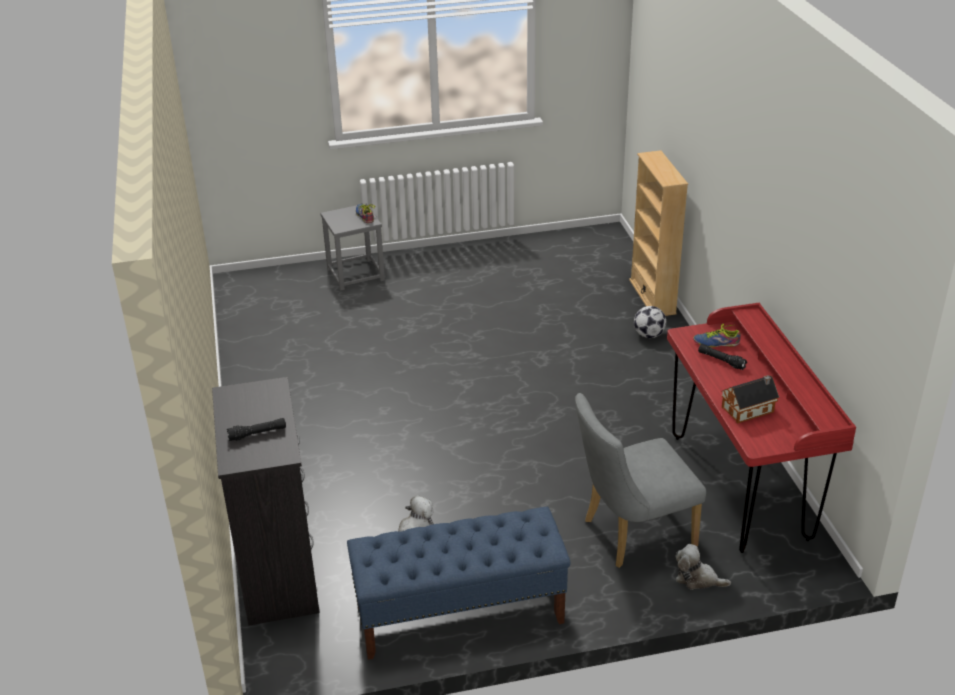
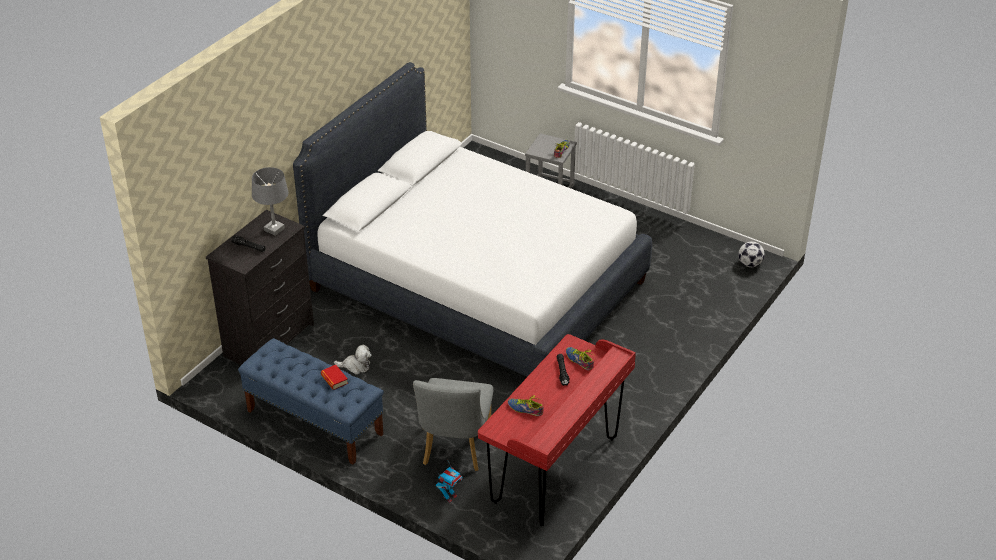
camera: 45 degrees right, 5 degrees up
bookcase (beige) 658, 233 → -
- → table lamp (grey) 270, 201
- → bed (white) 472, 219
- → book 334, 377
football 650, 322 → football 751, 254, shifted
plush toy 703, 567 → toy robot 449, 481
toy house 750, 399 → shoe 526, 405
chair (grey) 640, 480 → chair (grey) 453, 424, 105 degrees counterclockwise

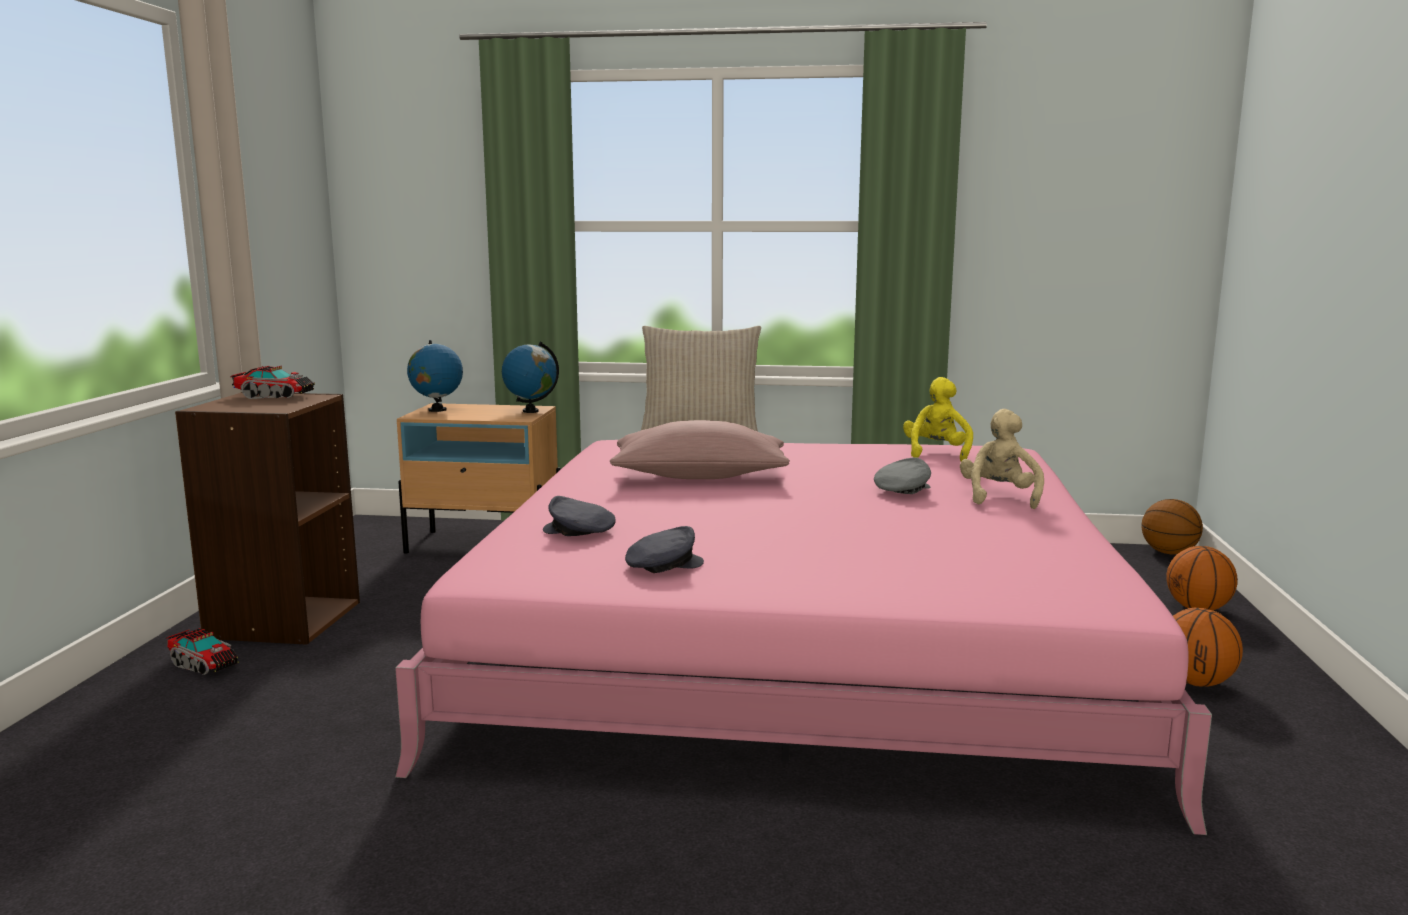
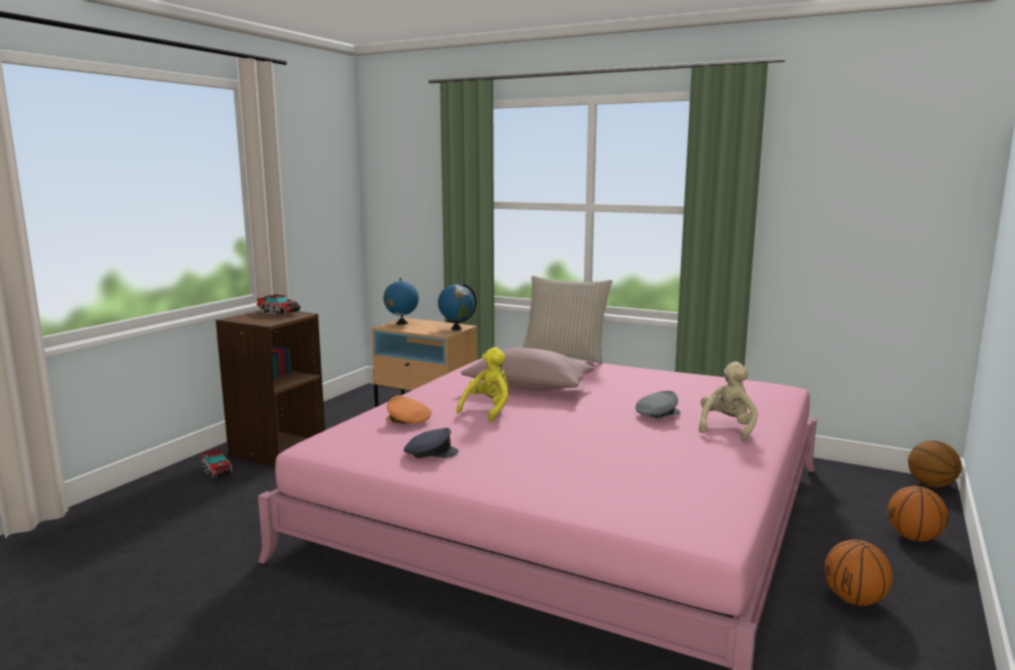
camera: 20 degrees right, 0 degrees up
plush toy (yellow) 938, 419 → plush toy (yellow) 482, 384, shifted
cap (grey) 579, 516 → cap (orange) 409, 409

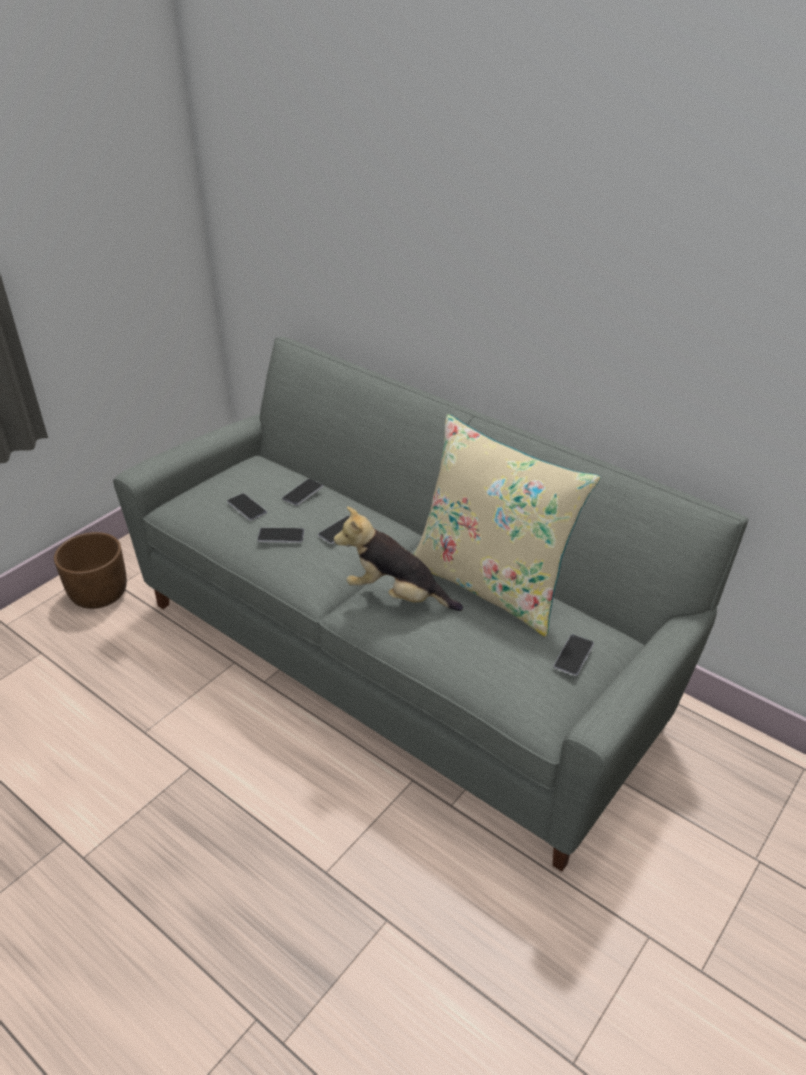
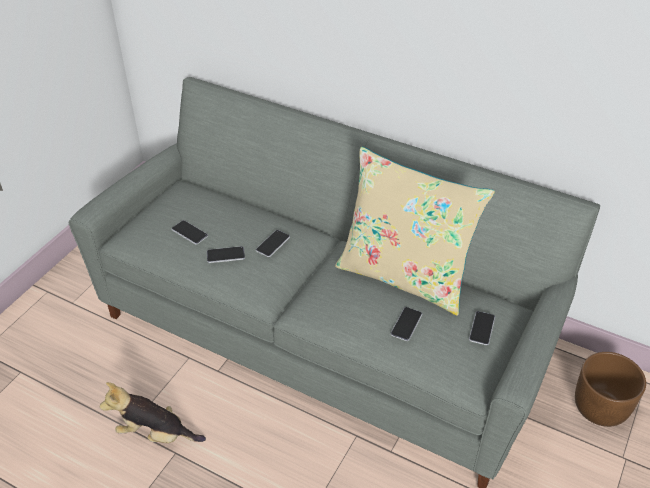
camera: 10 degrees left, 5 degrees up
planter (brown) 90, 570 → planter (brown) 610, 389, shifted
phone 302, 492 → phone 406, 324, shifted
plush toy 398, 558 → plush toy 153, 412, shifted

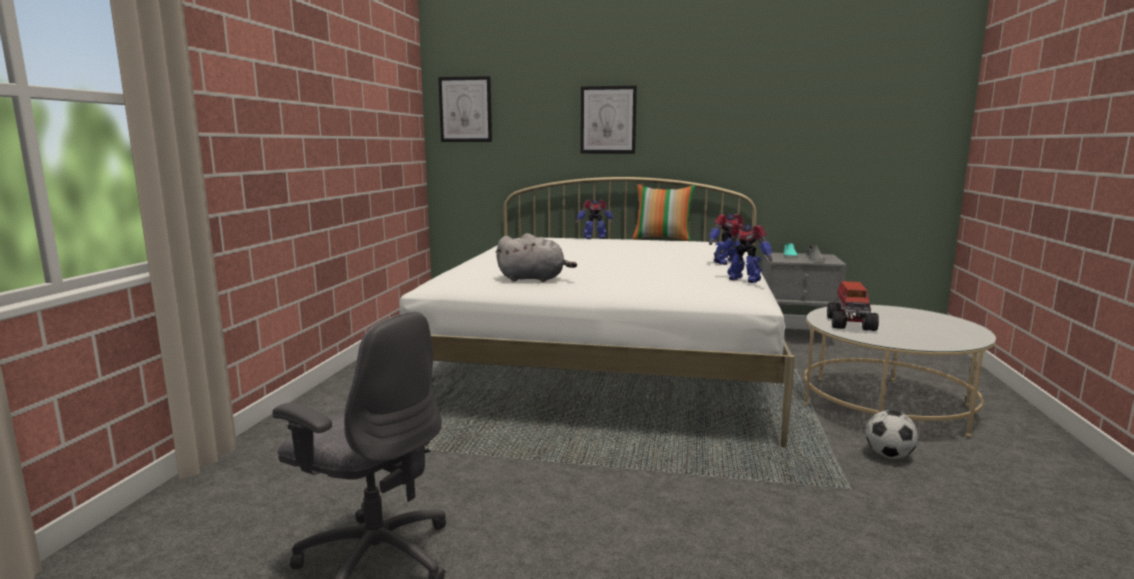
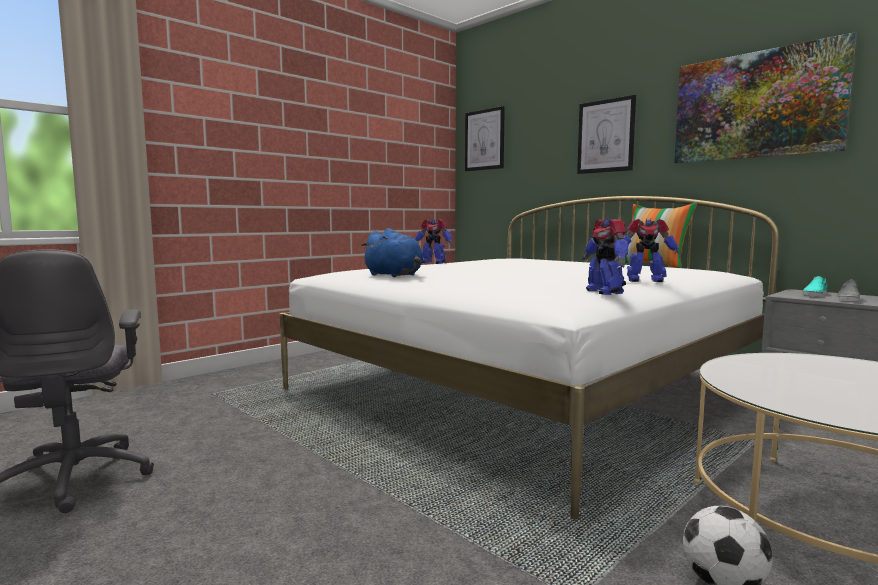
camera: 35 degrees right, 5 degrees down
toy truck 853, 306 → -
- → picture 765, 97
toy robot 595, 219 → toy robot 434, 241, shifted
plush toy (grey) 536, 257 → plush toy (blue) 392, 252

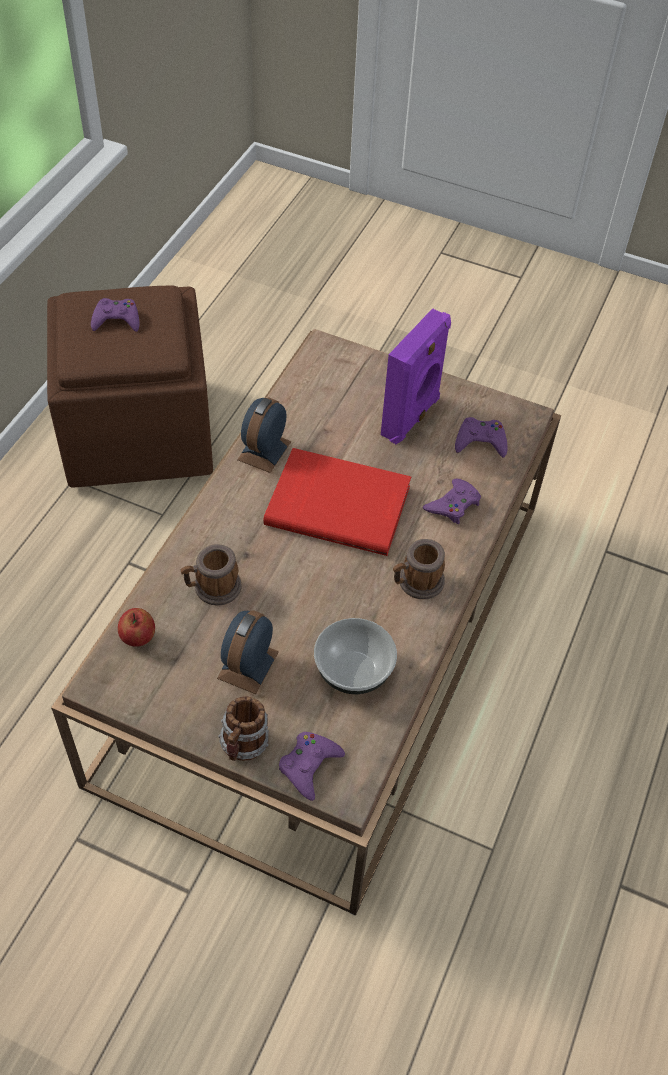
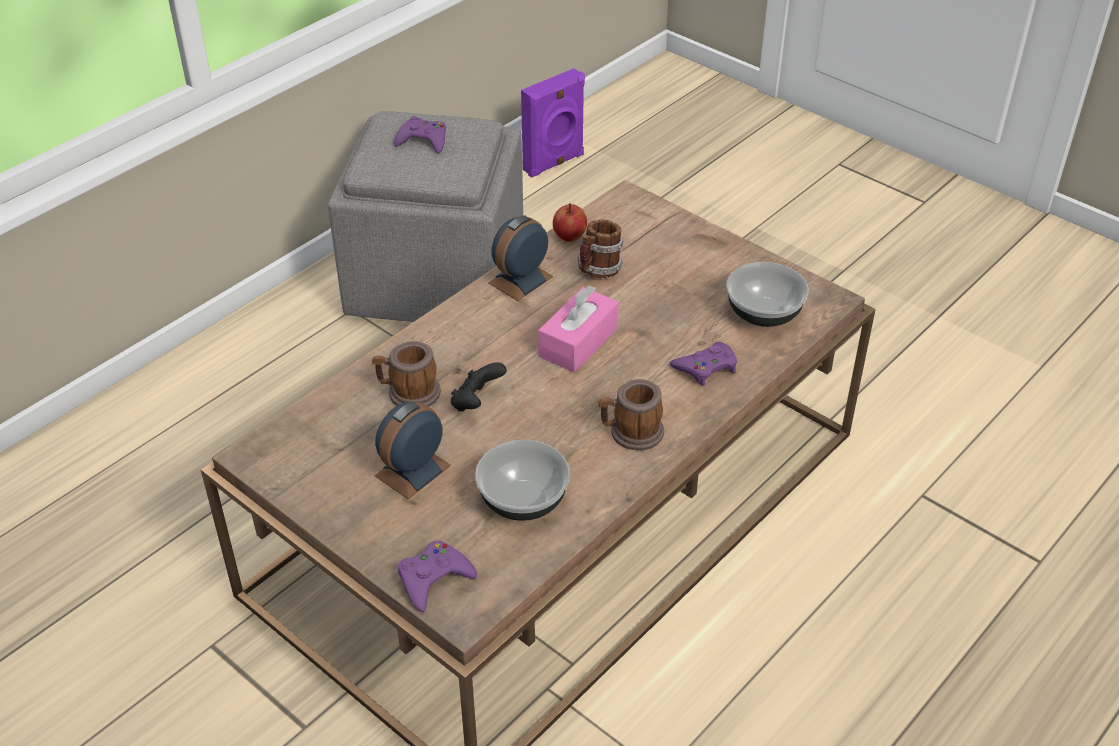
camera: 20 degrees right, 10 degrees down
- → game controller (black) 479, 387
apple 136, 627 → apple 570, 222, shifted
mug 243, 728 → mug 600, 249, shifted
speaker (purple) 416, 376 → speaker (purple) 553, 123, shifted
book (red) 337, 502 → tissue box (pink) 578, 329
game controller (purple) 481, 437 → bowl 767, 294
ottoman (brown) 130, 387 → ottoman (grey) 425, 216

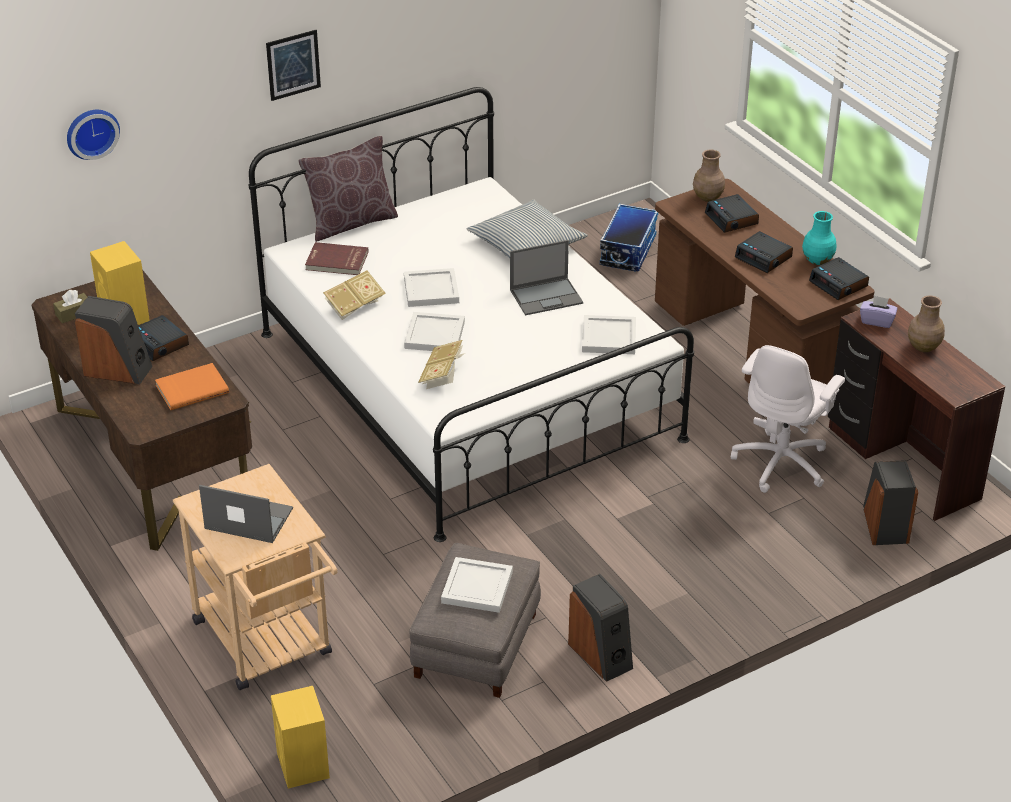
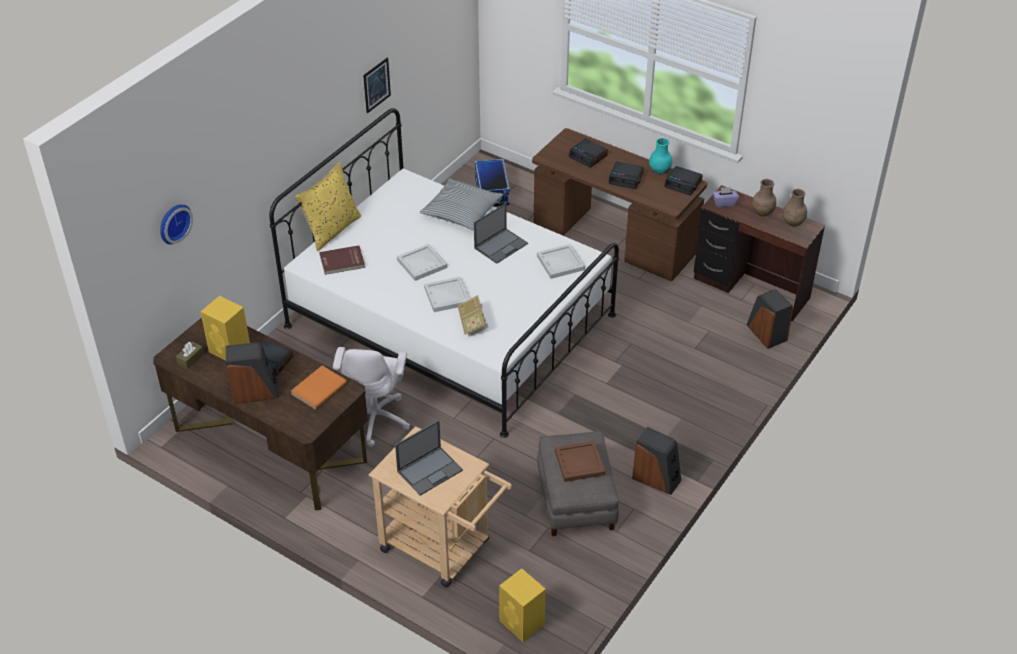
camera: 25 degrees left, 5 degrees up
book 354, 295 → -
picture 293, 65 → picture 377, 85, shifted
vase (brown) 709, 176 → vase (brown) 794, 208, shifted
office chair (white) 788, 419 → office chair (white) 371, 397, shifted
pillow (brown) 348, 189 → pillow (yellow) 328, 206
tray (white) 477, 585 → tray (brown) 580, 461
laptop 246, 514 → laptop 429, 458, 150 degrees clockwise

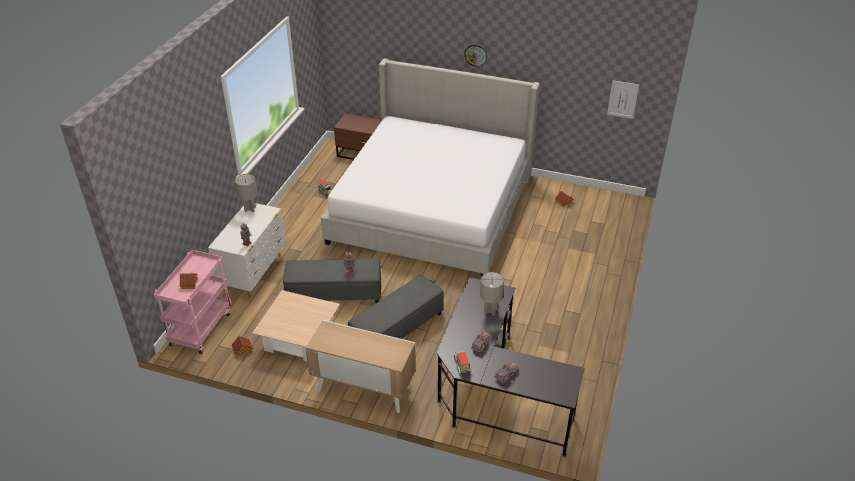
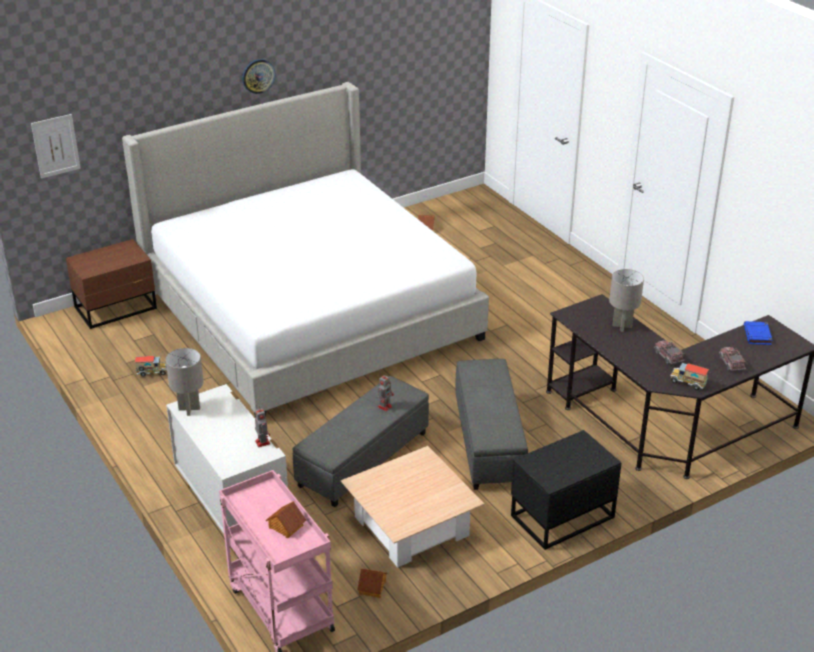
camera: 50 degrees left, 5 degrees down
- → book (blue) 758, 333
picture 623, 100 → picture 56, 146, shifted
cabinet 361, 366 → nightstand (black) 566, 490

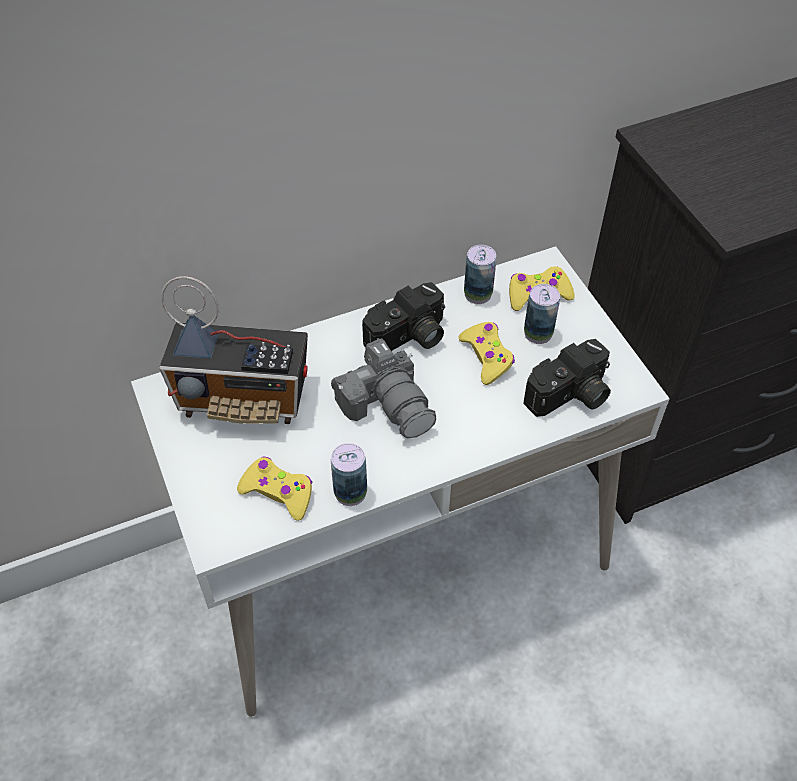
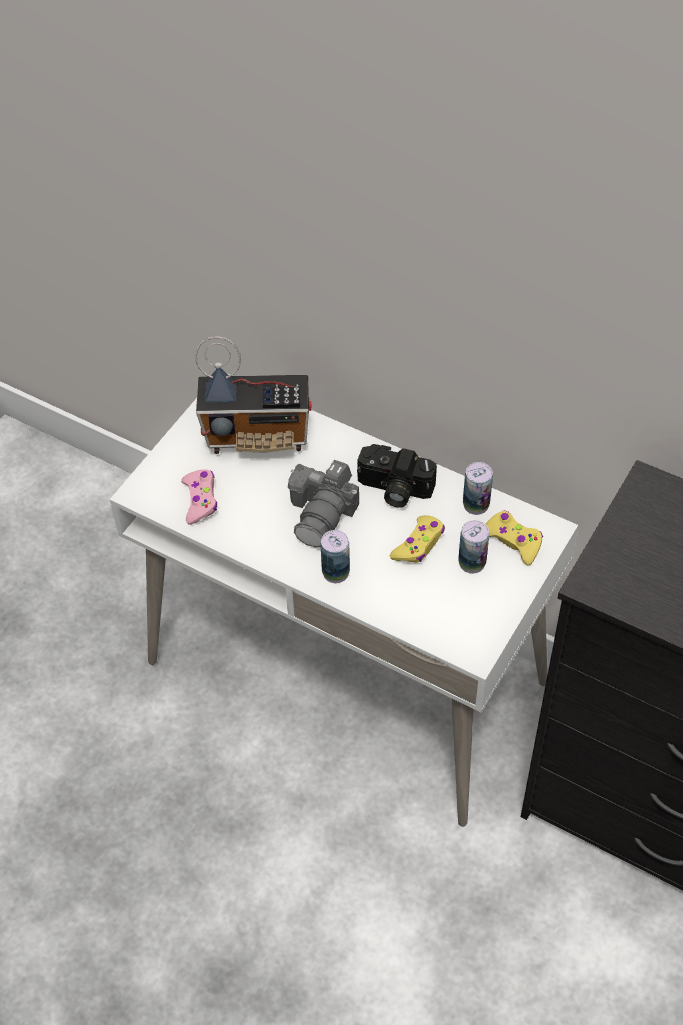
camera: 55 degrees right, 0 degrees up
photo camera 567, 378 → -
can 349, 474 → can 335, 556, shifted
game controller (yellow) 274, 489 → game controller (pink) 199, 497
radio 233, 350 → radio 253, 395, 60 degrees counterclockwise

